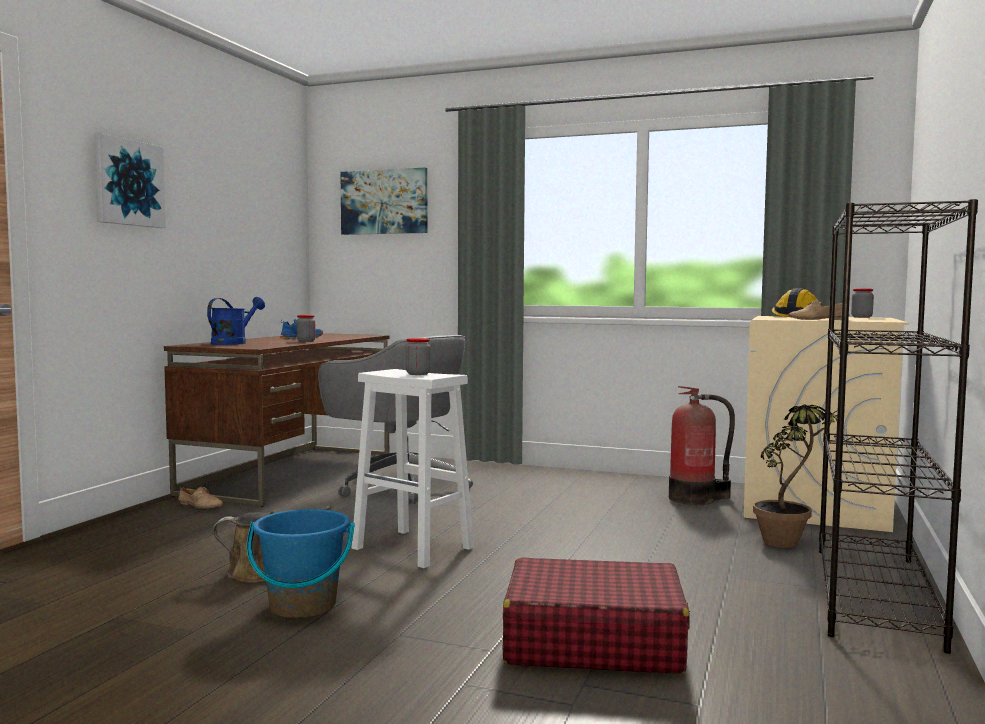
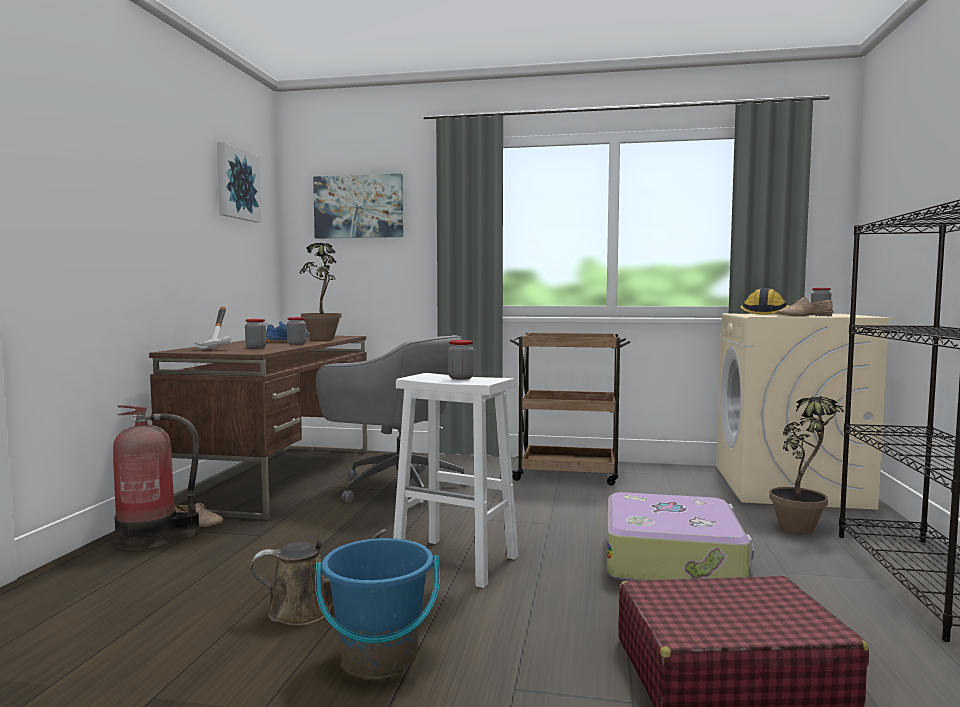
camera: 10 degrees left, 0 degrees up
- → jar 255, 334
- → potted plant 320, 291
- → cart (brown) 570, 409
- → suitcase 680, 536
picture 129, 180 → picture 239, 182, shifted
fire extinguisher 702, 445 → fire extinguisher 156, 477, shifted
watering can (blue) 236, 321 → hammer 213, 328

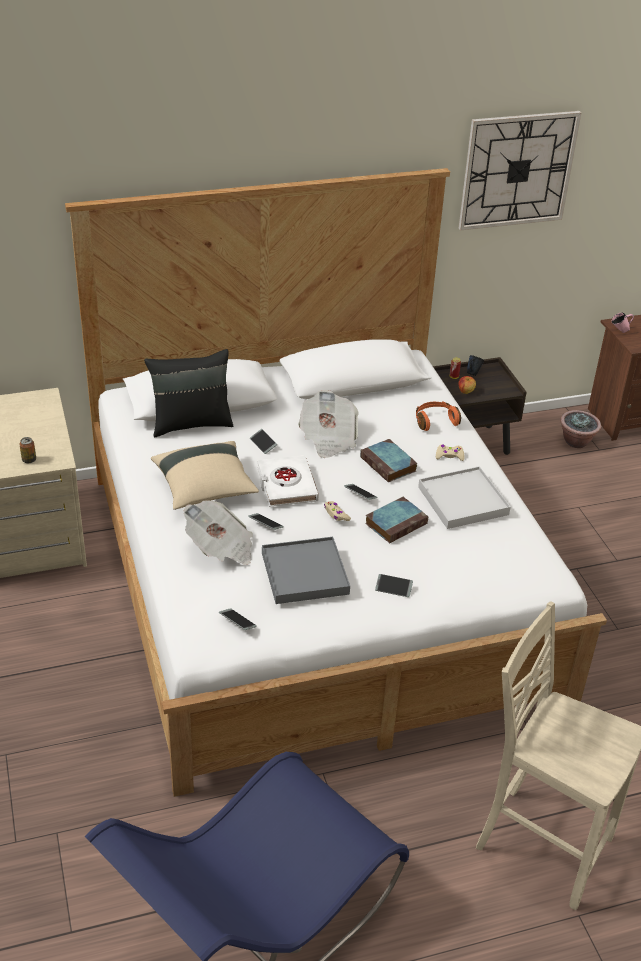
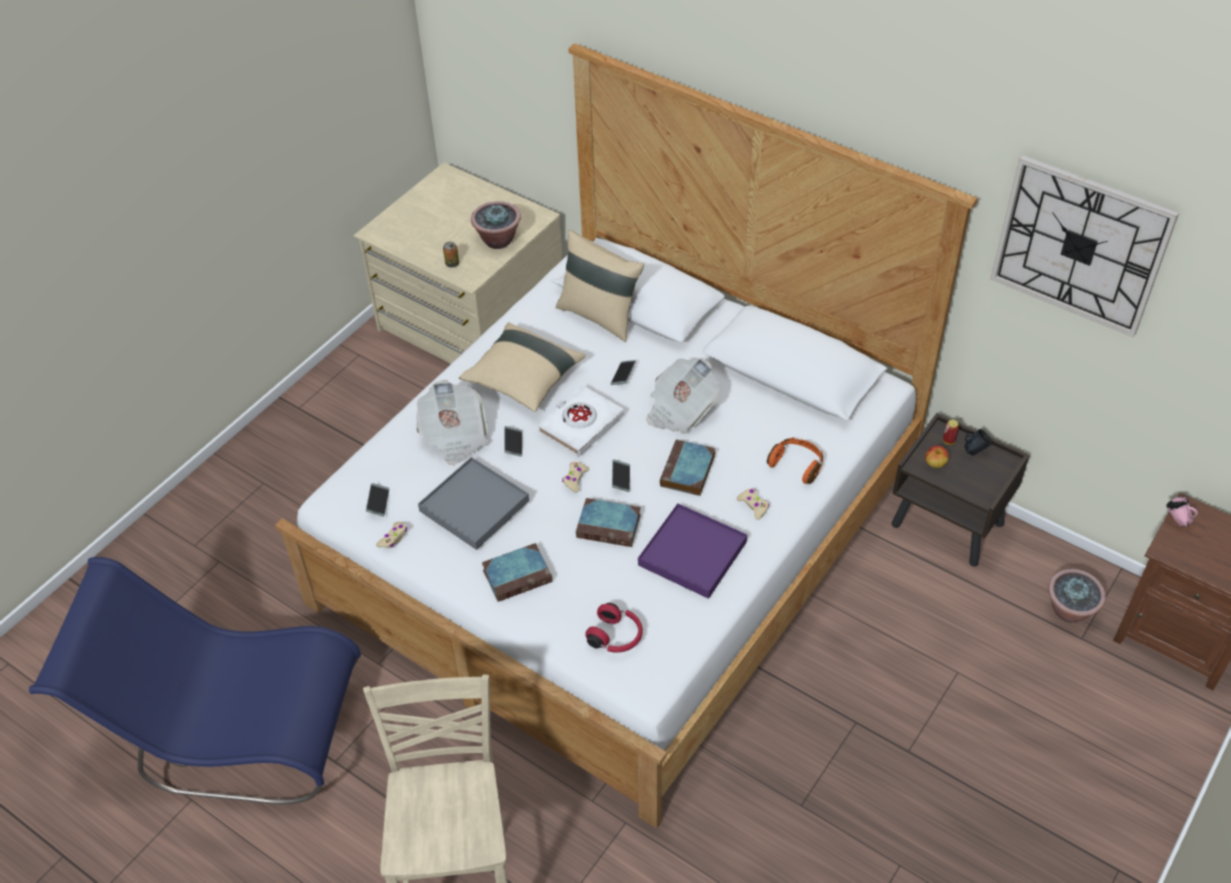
camera: 55 degrees right, 10 degrees up
- → game controller (beige) 391, 535
- → potted plant 496, 225
- → headphones (red) 614, 628
phone 394, 585 → book 517, 572
pillow (black) 188, 393 → pillow (beige) 600, 286
tray (white) 464, 497 → tray (purple) 692, 551

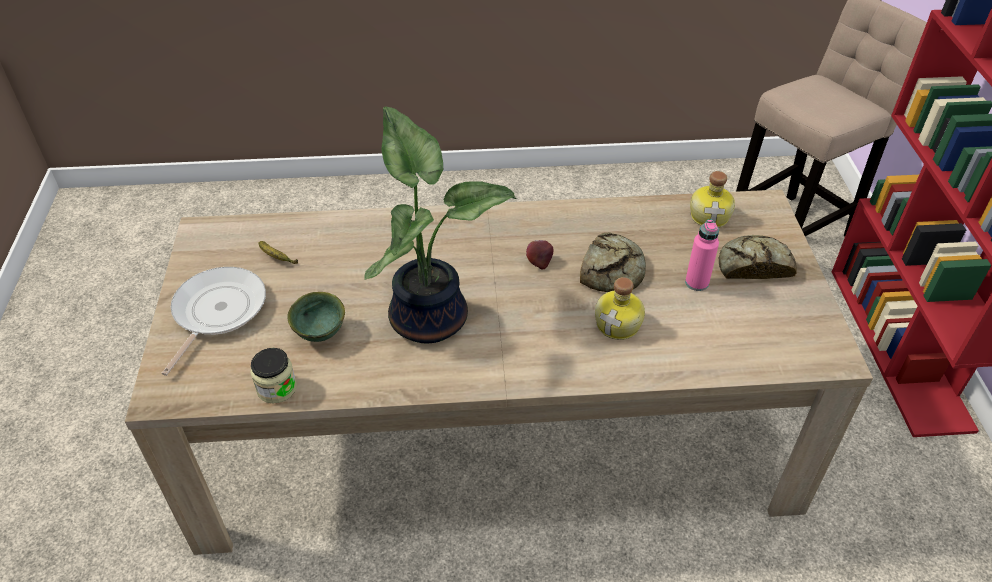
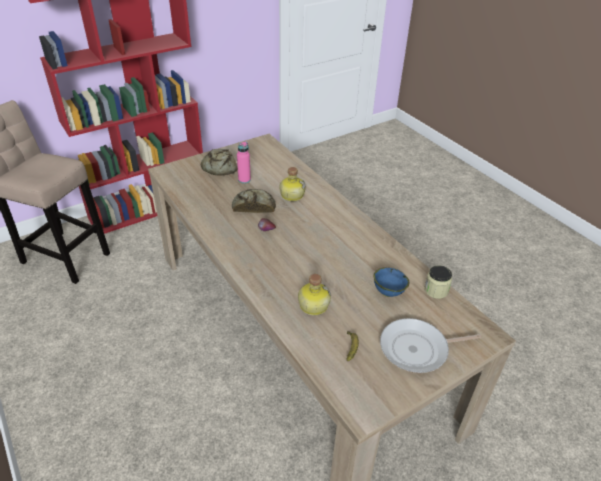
camera: 120 degrees left, 5 degrees down
potted plant 440, 225 → -
bottle 712, 199 → bottle 314, 295, shifted
bowl (green) 316, 317 → bowl (blue) 391, 282

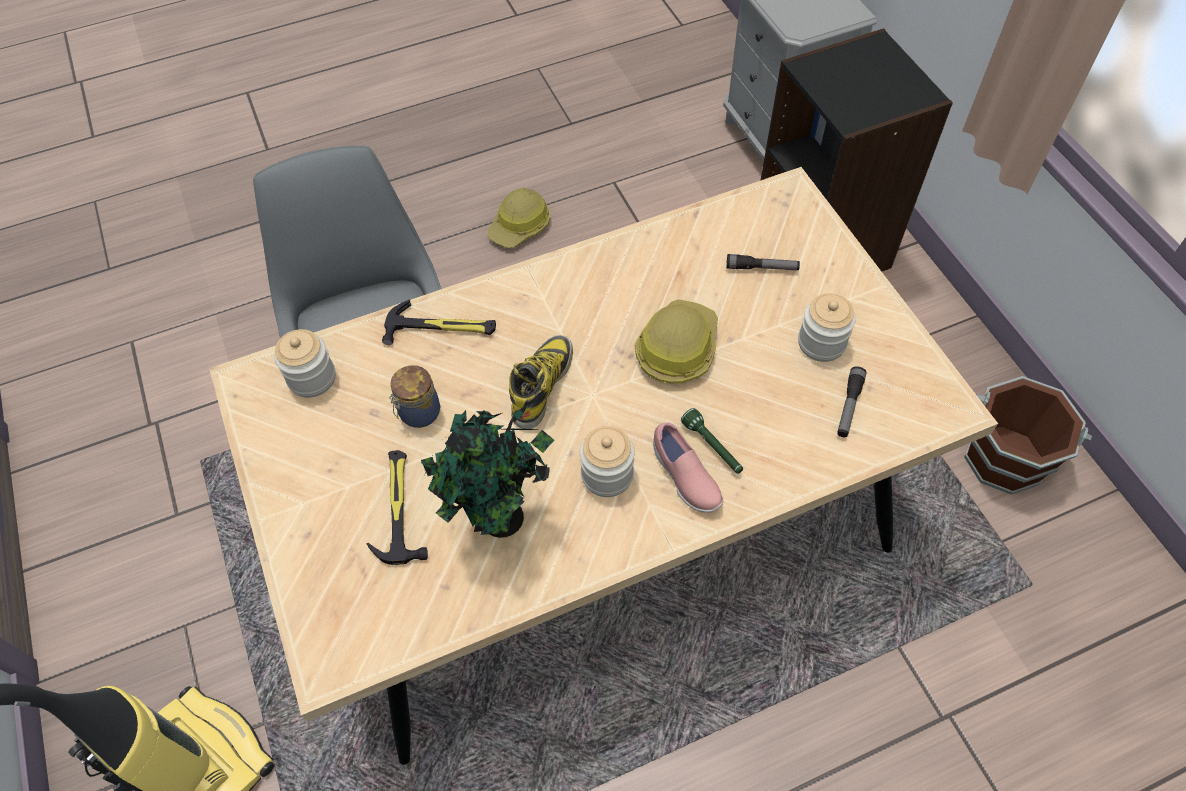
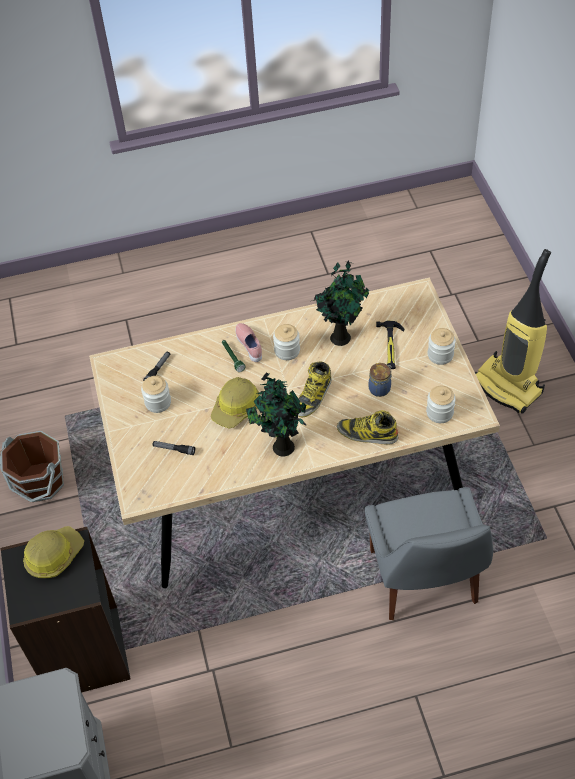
camera: 170 degrees left, 5 degrees down
- → potted plant 276, 415
- → jar 442, 346
hard hat 519, 218 → hard hat 53, 552, shifted
hammer 439, 322 → boot 367, 427

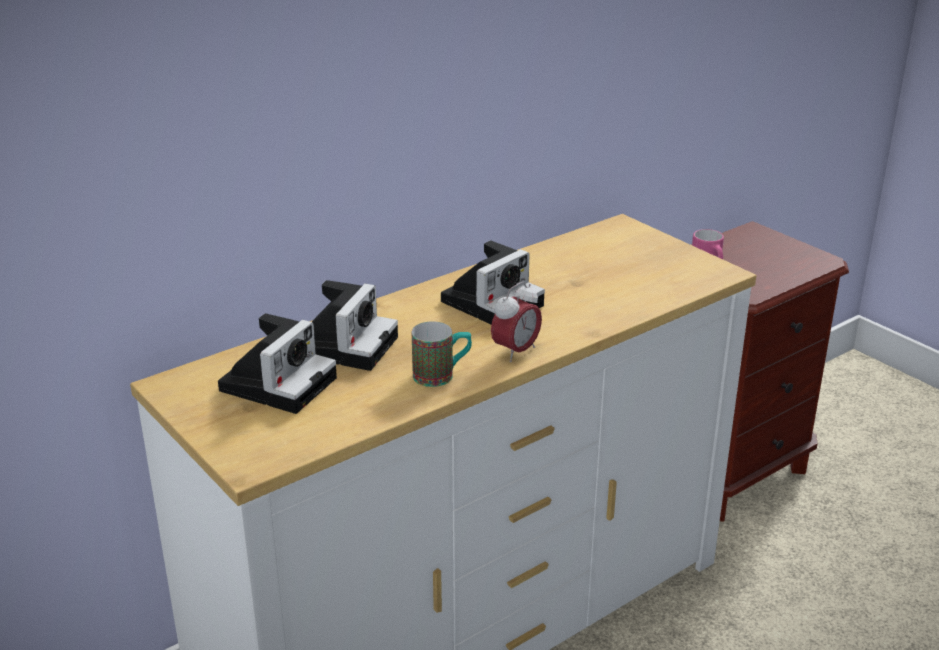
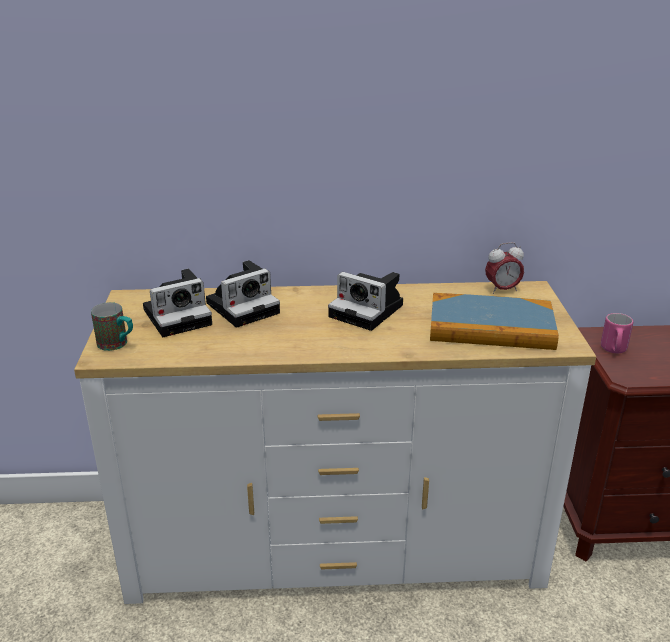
camera: 35 degrees right, 0 degrees up
- → book 494, 321
mug 442, 354 → mug 112, 326, shifted
alarm clock 516, 322 → alarm clock 504, 268, shifted
photo camera 493, 282 → photo camera 365, 301, 45 degrees clockwise

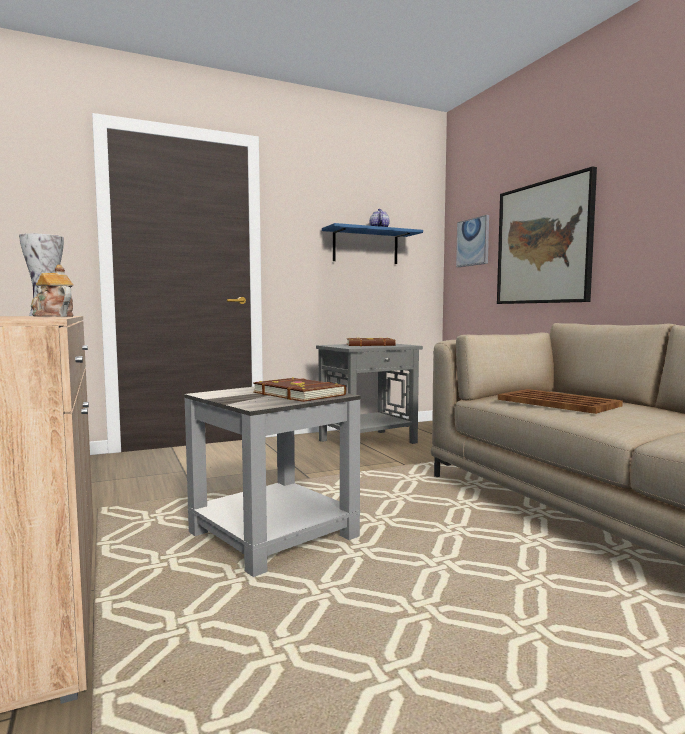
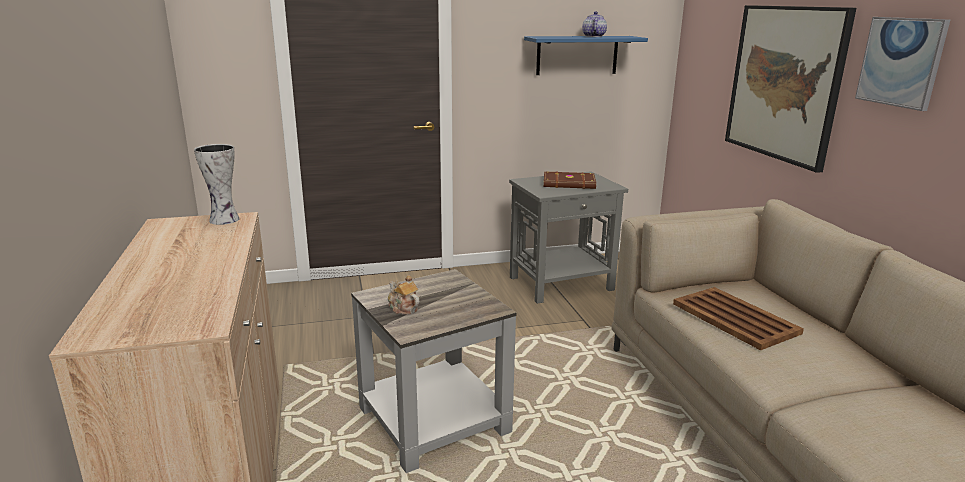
camera: 10 degrees right, 15 degrees up
book (brown) 299, 389 → -
teapot 52, 291 → teapot 404, 295, shifted
picture 472, 241 → picture 902, 64, shifted

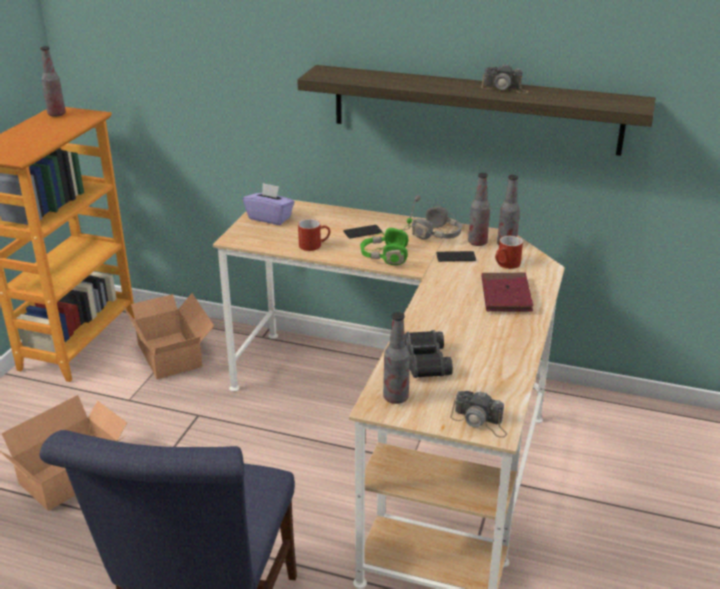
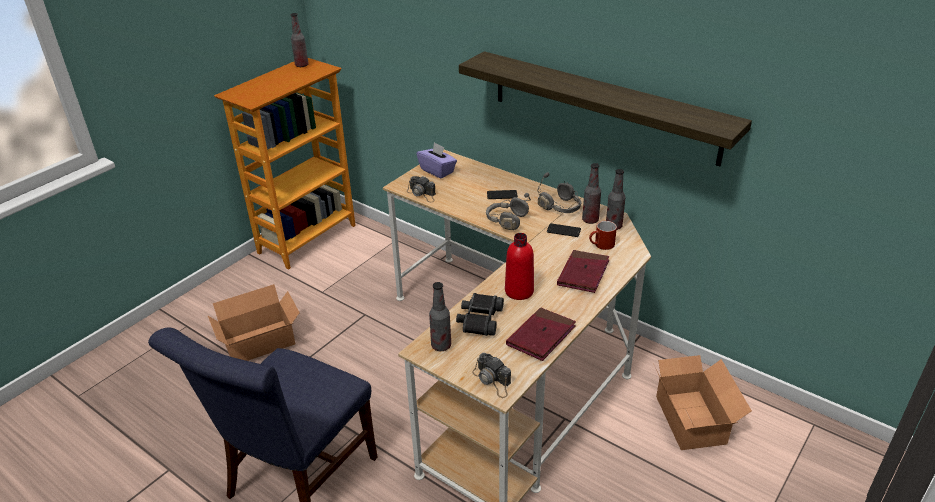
camera: 20 degrees right, 5 degrees up
mug (red) 314, 235 → -
- → bottle (red) 519, 266
- → book (red) 541, 334
cardboard box 168, 336 → cardboard box 703, 402, shifted
photo camera 504, 78 → photo camera 420, 189, shifted
headphones (green) 386, 241 → headphones (grey) 508, 211

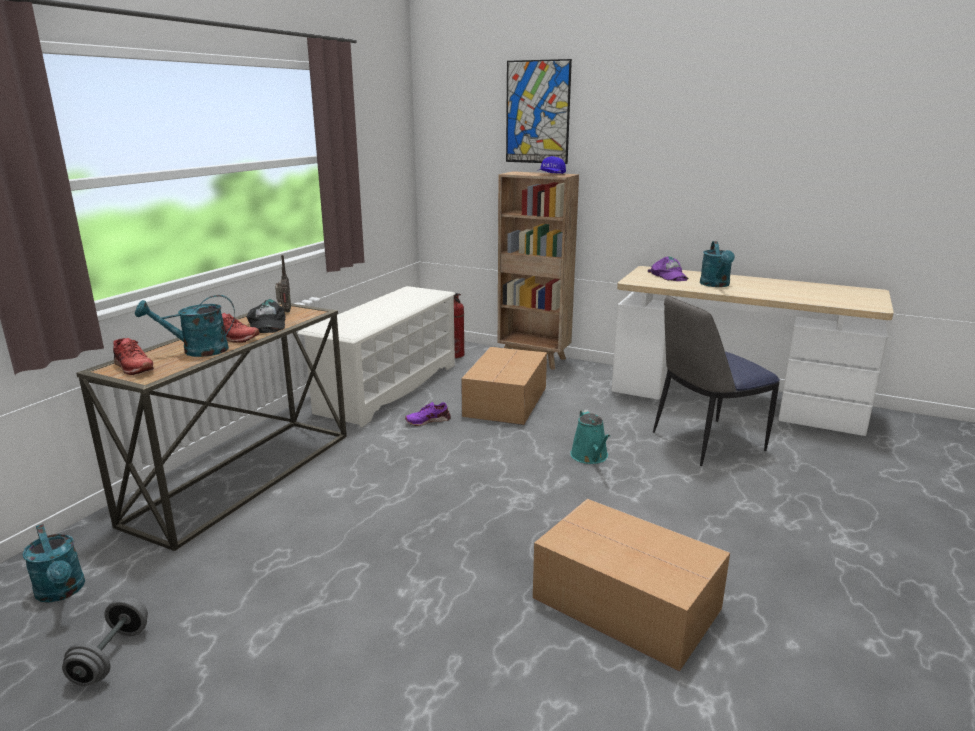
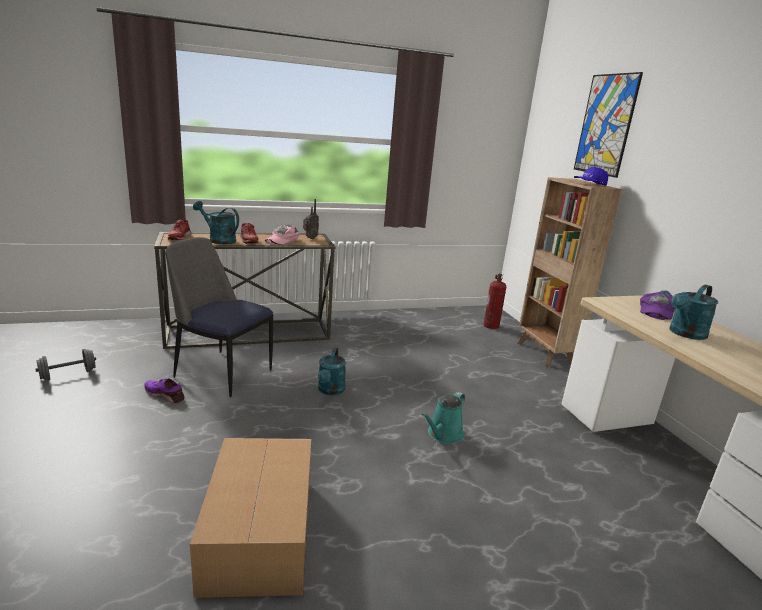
camera: 45 degrees right, 0 degrees up
shoe rack (white) 377, 356 → -
cardboard box 504, 386 → -
watering can (turquoise) 53, 563 → watering can (turquoise) 332, 371, shifted
shoe (purple) 428, 414 → shoe (purple) 164, 390, shifted
chair 716, 380 → chair 219, 317, shifted
cap (black) 266, 316 → cap (pink) 282, 235

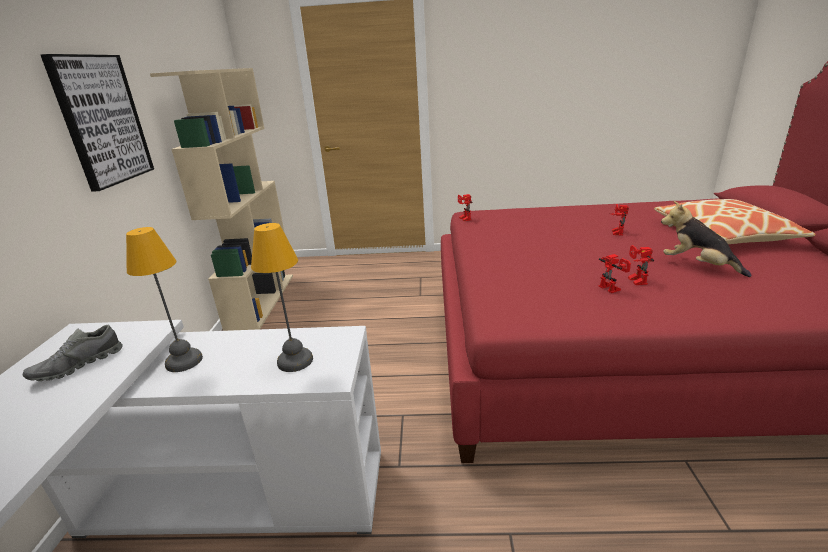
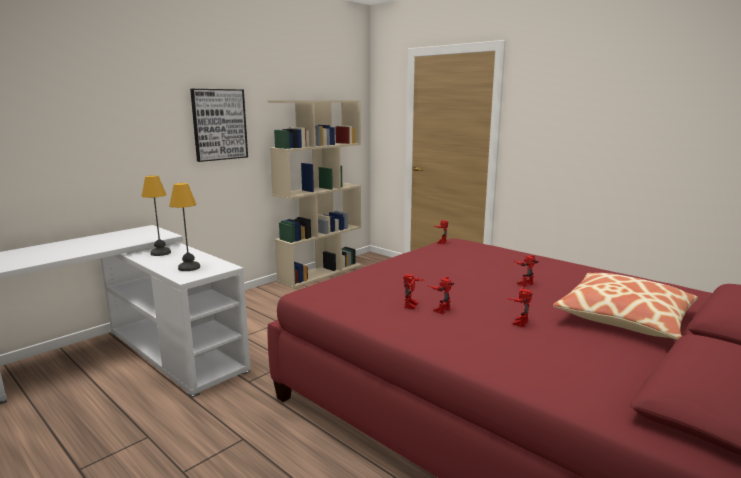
camera: 40 degrees right, 10 degrees down
shoe (grey) 73, 353 → -
plush toy 706, 239 → toy robot 520, 307

